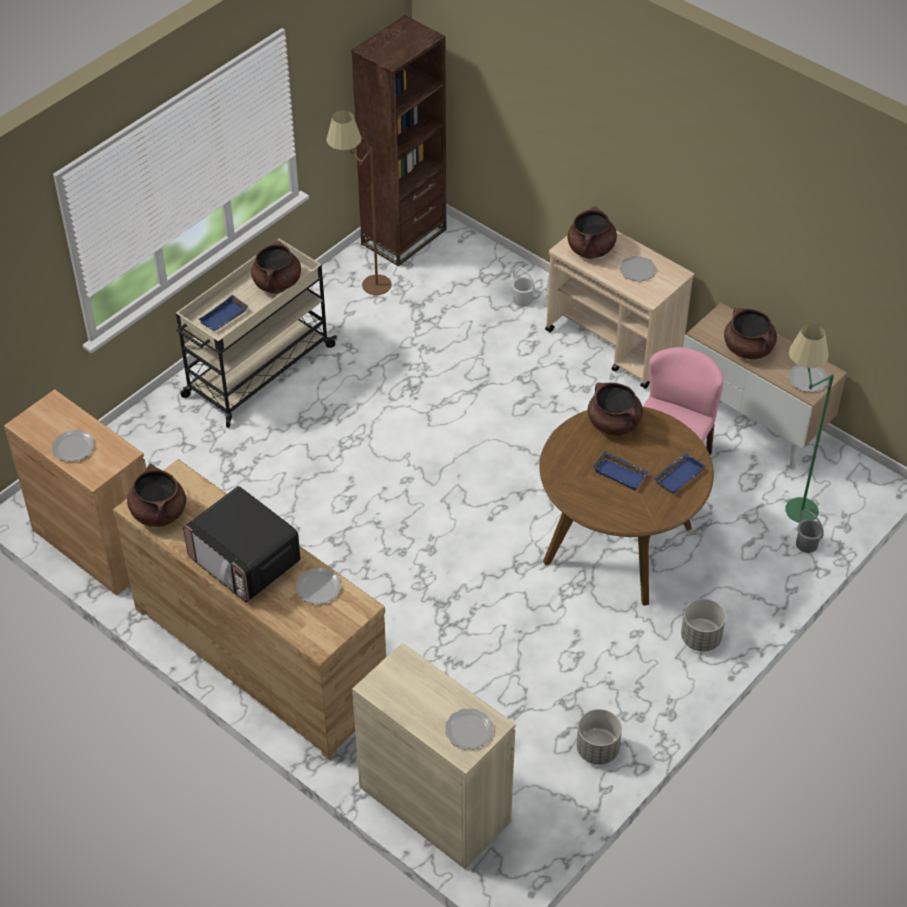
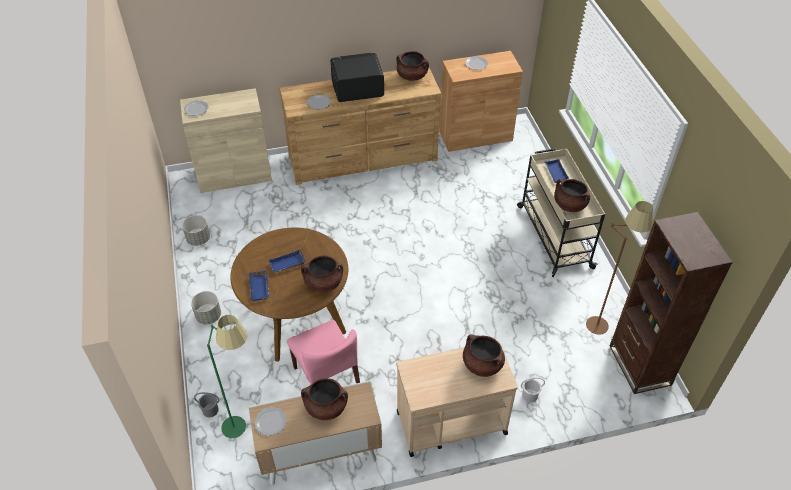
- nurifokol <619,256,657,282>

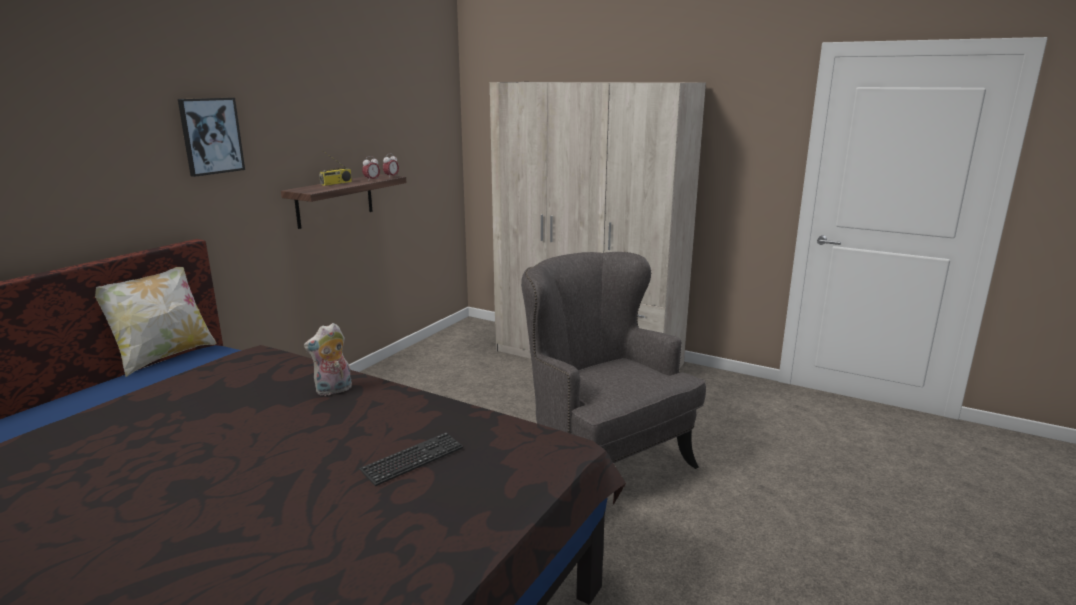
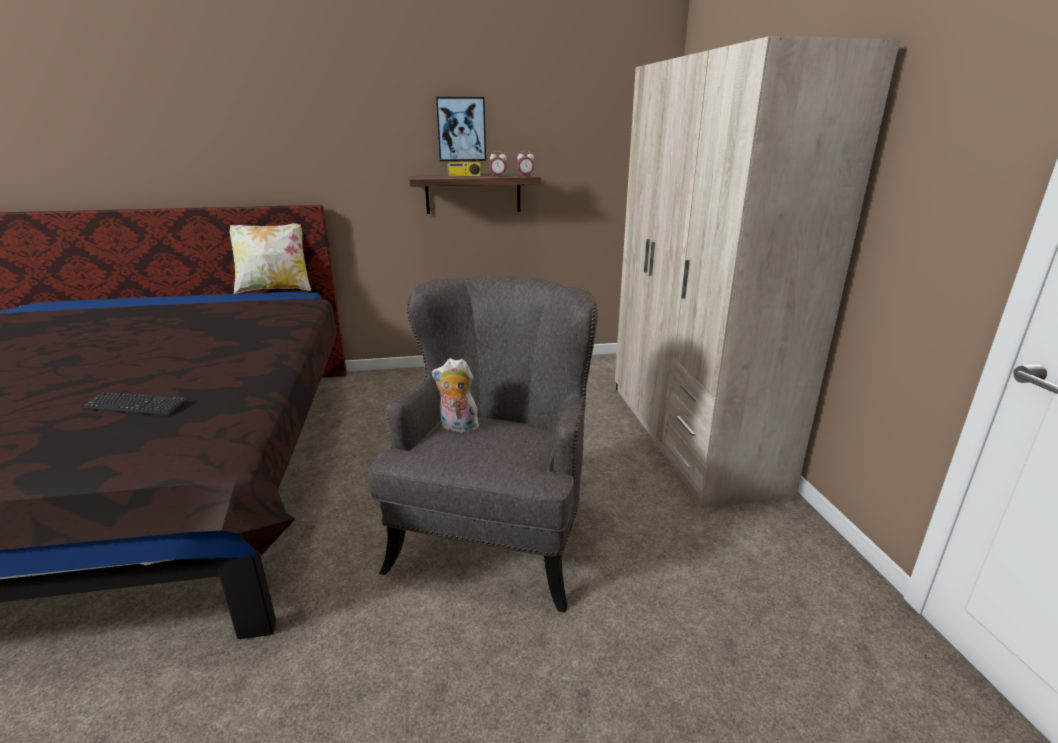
~ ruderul <304,323,352,396> to <432,358,479,432>
~ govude <178,98,245,177> to <436,97,486,161>

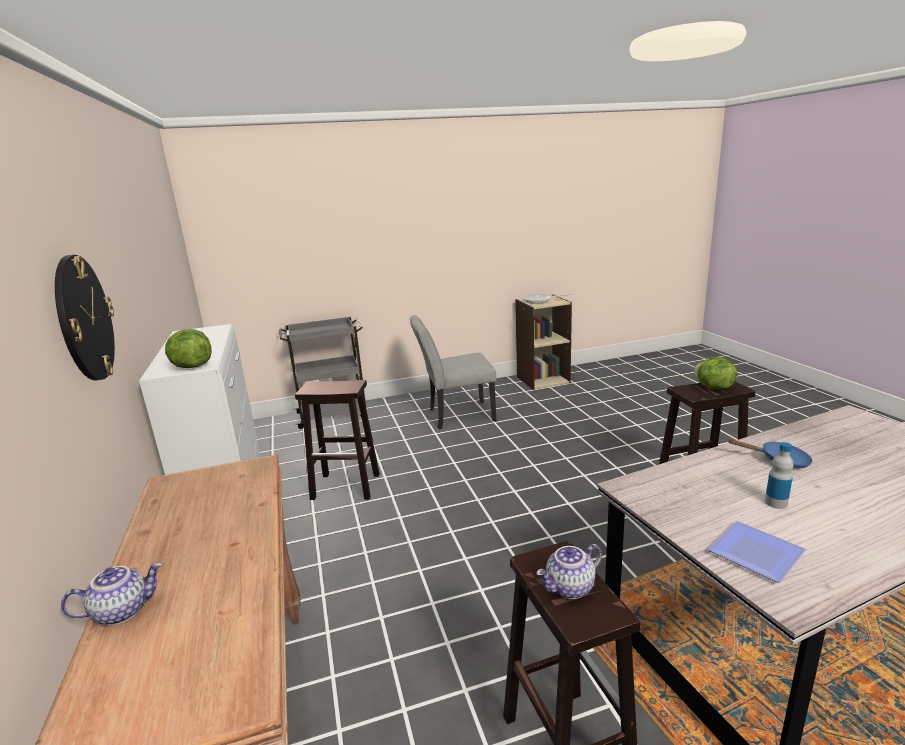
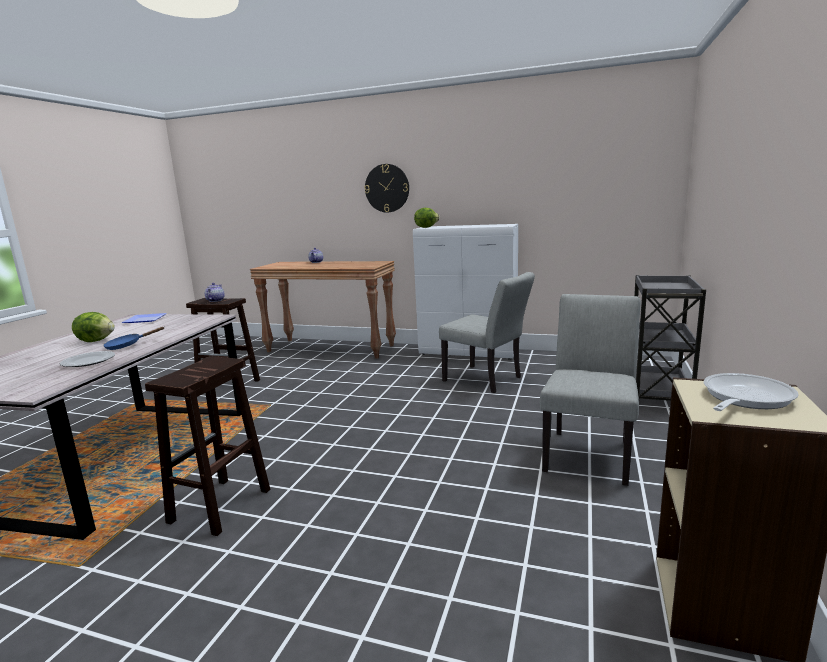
+ nurifokol <60,351,115,367>
~ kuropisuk <694,357,737,390> to <72,312,115,342>
~ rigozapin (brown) <295,380,380,500> to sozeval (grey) <439,272,535,393>
- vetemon <765,442,794,509>

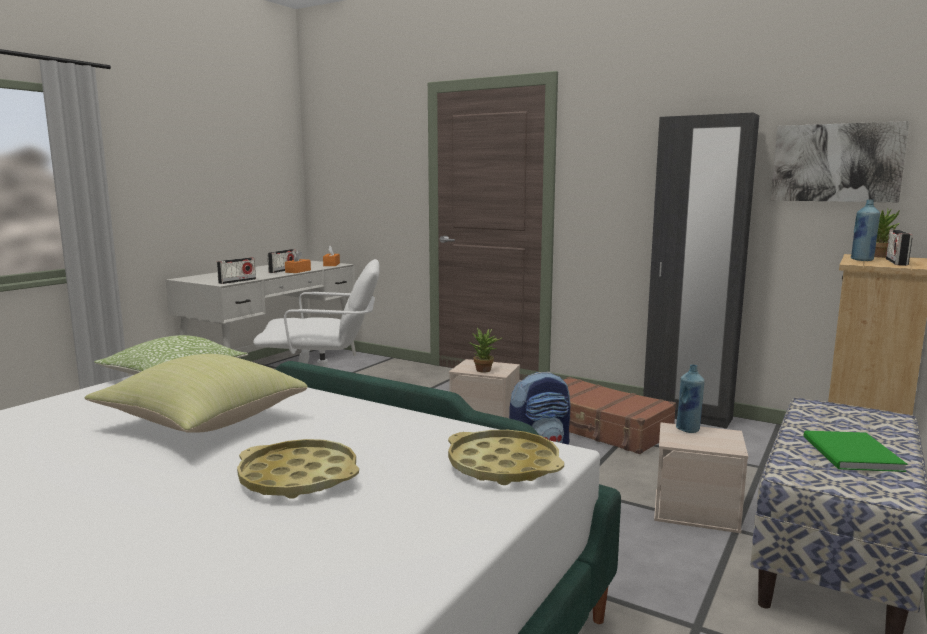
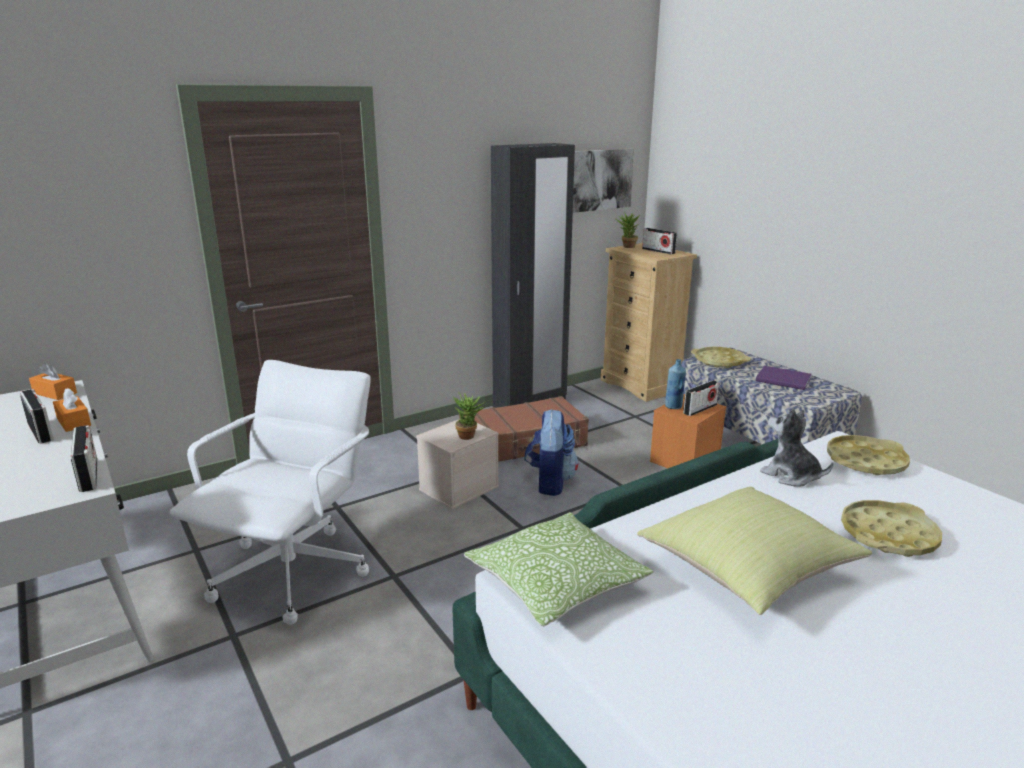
~ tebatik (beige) <654,422,748,533> to tebatik (orange) <650,394,726,468>
+ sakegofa <683,380,719,416>
+ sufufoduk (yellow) <691,347,751,368>
~ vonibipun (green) <804,431,907,472> to vonibipun (purple) <756,366,812,390>
+ ruderul <760,408,833,487>
- vetemon (blue) <851,200,880,261>

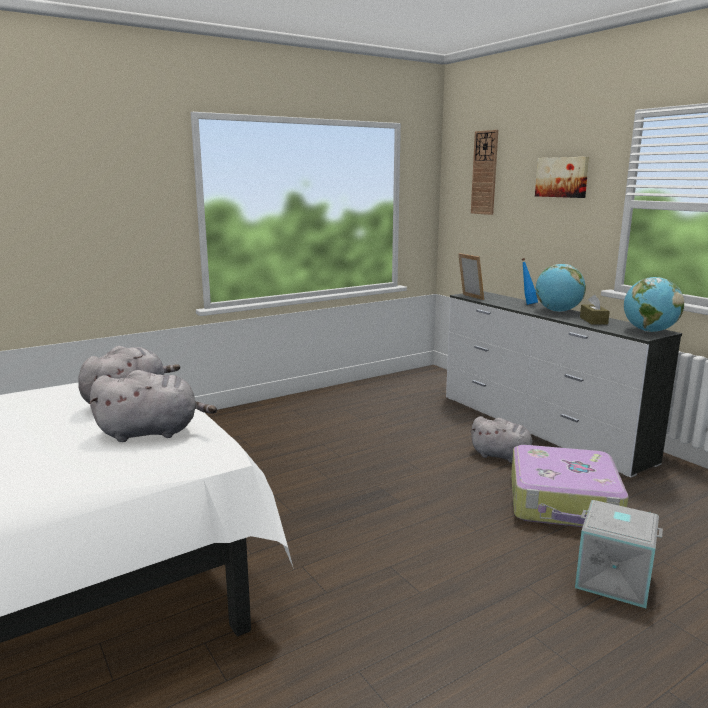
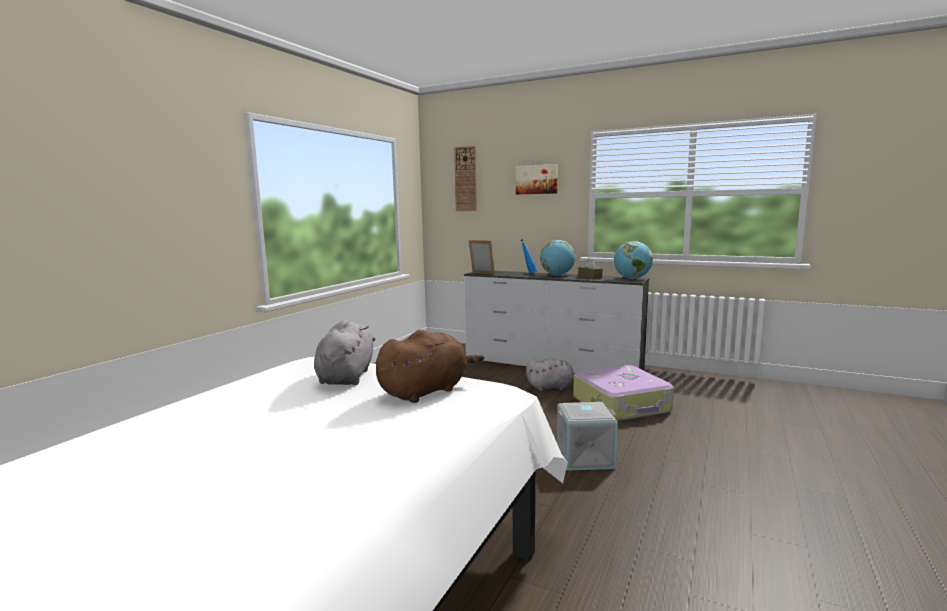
~ ruderul (grey) <89,370,217,442> to ruderul (brown) <376,330,484,403>
~ tebatik (grey) <575,500,663,608> to <557,402,618,471>

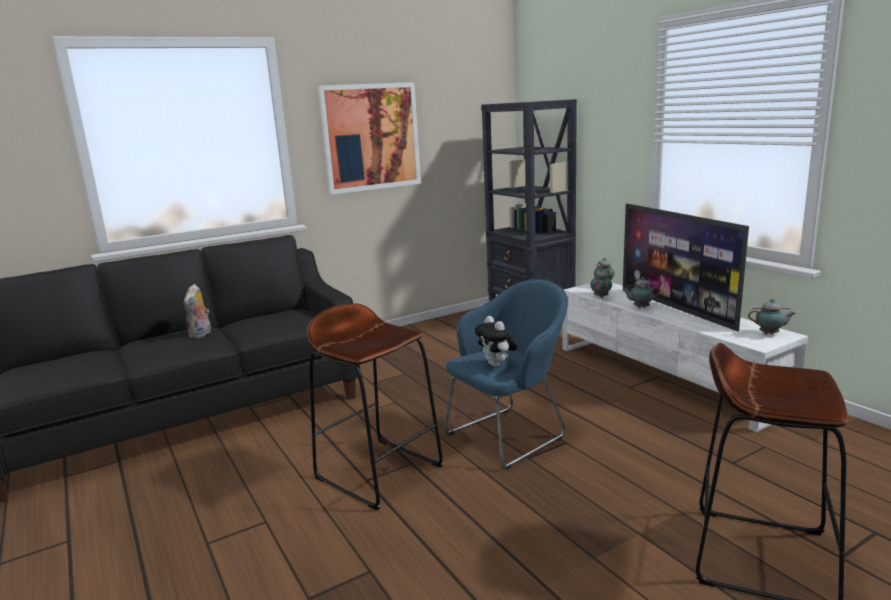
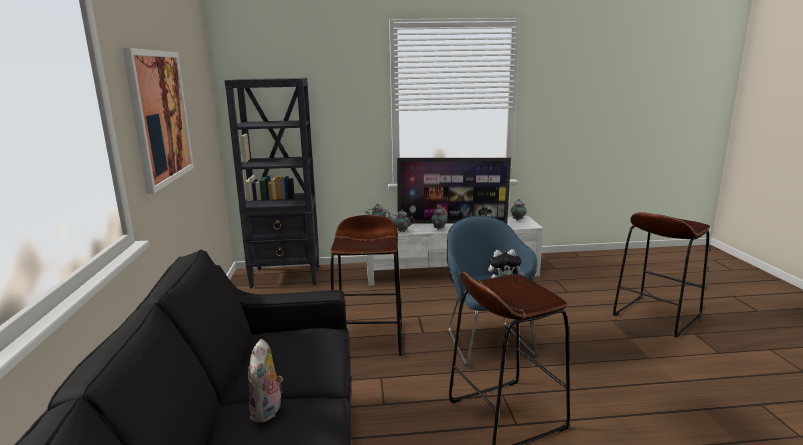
~ ruderul <184,284,211,338> = <248,339,283,423> 60 degrees clockwise
+ rigozapin (brown) <330,215,402,356>

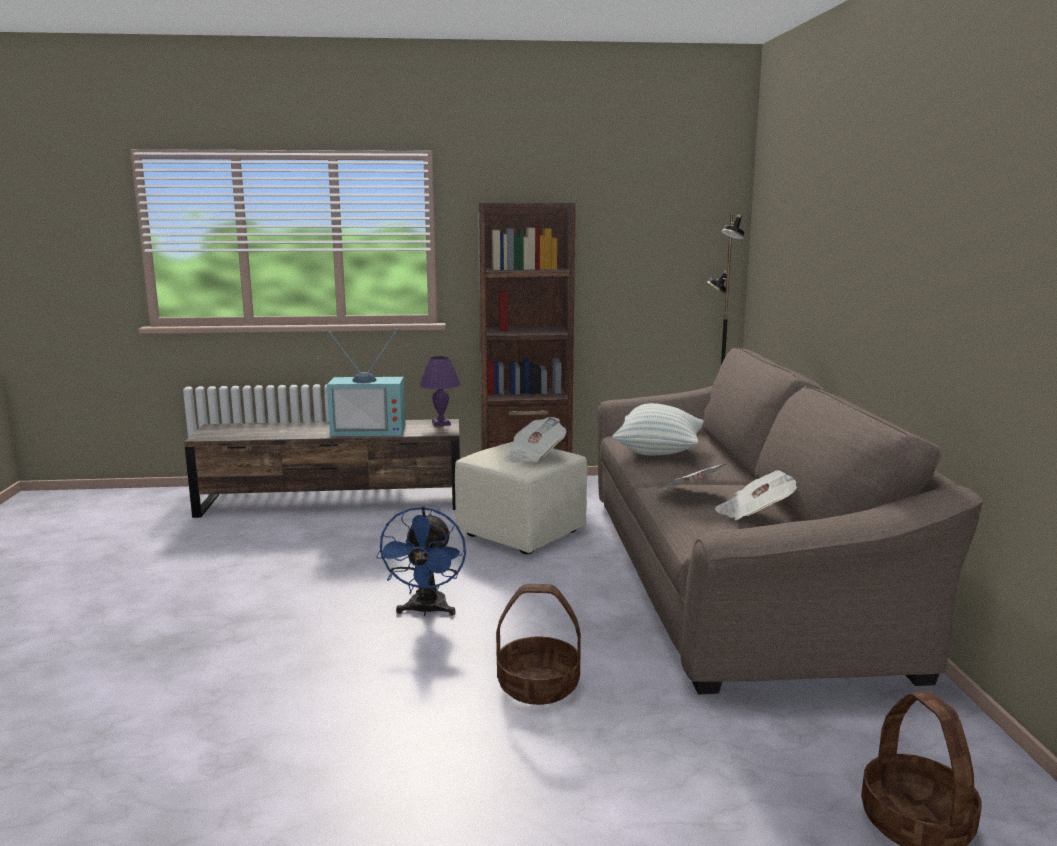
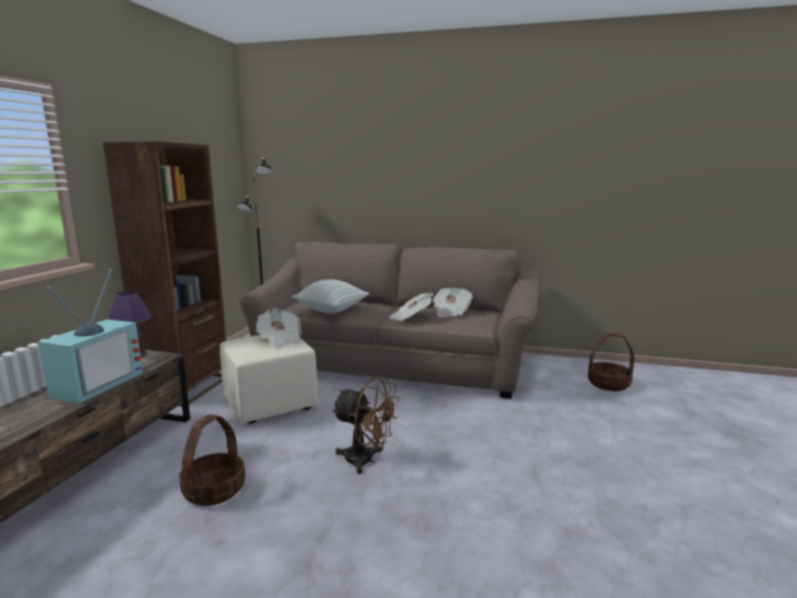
~ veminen <496,584,581,705> to <179,414,245,506>
~ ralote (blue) <376,507,466,616> to ralote (brown) <332,377,400,474>

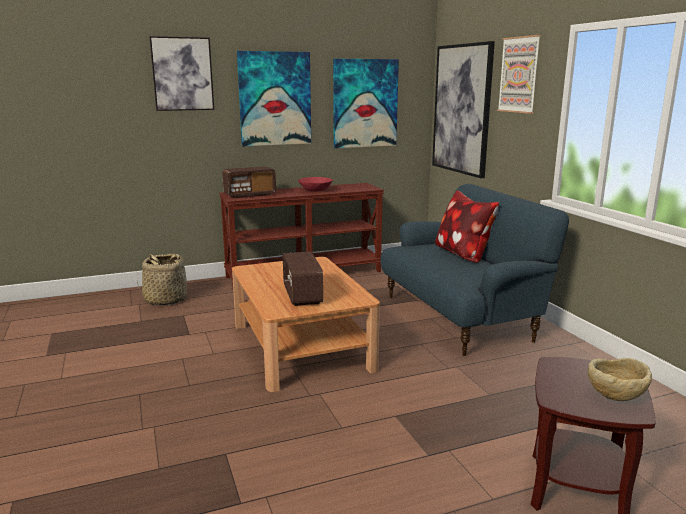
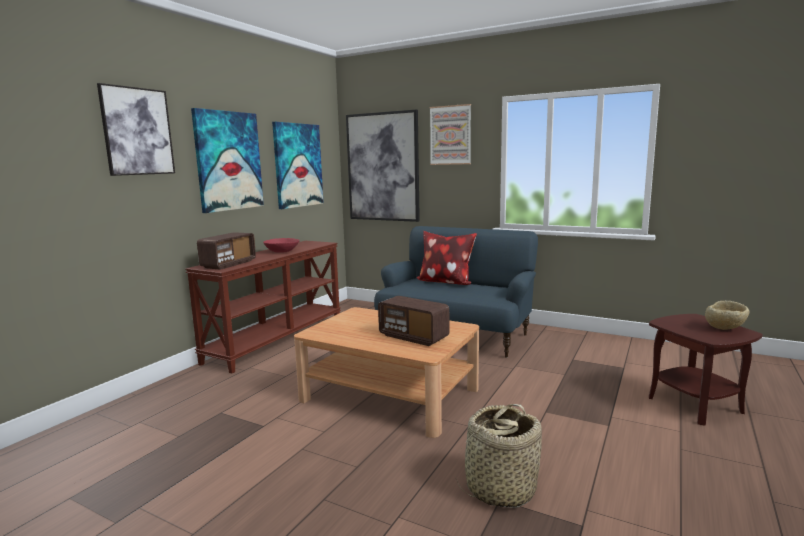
~ veminen <137,254,190,306> to <455,404,542,508>

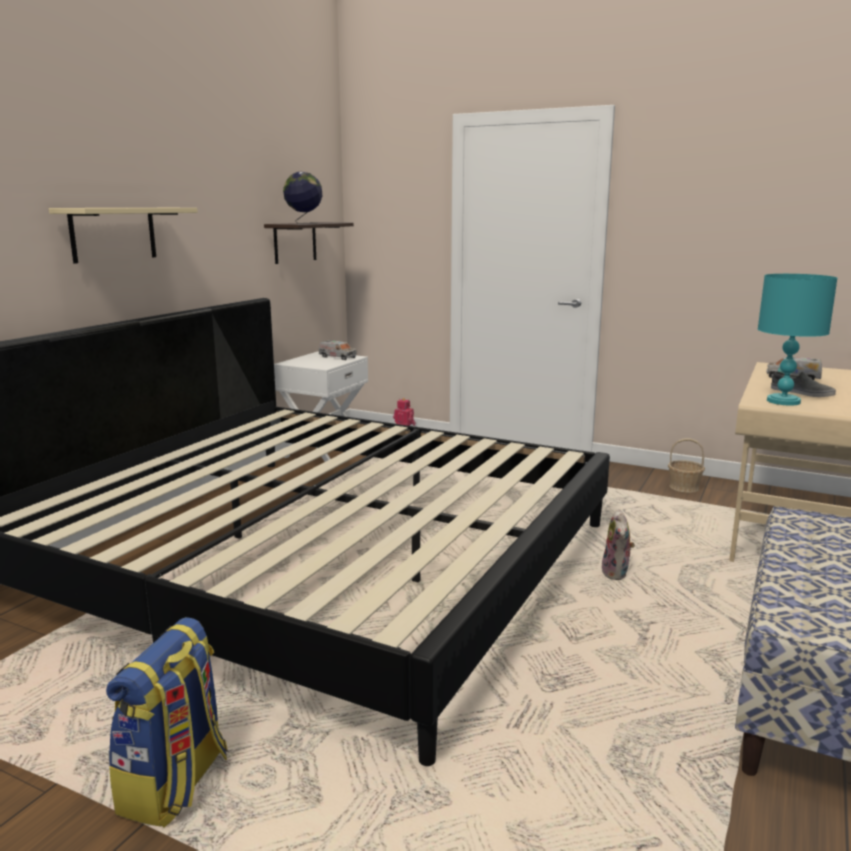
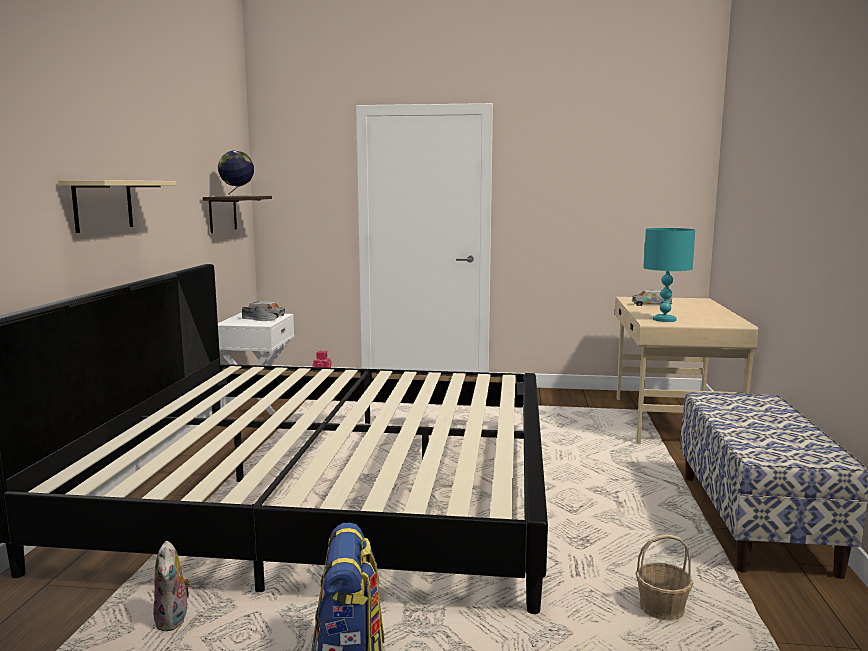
~ ruderul <602,509,635,580> to <153,541,191,631>
~ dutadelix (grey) <771,371,836,397> to <242,305,277,321>
~ veminen <668,438,705,493> to <636,534,693,621>

